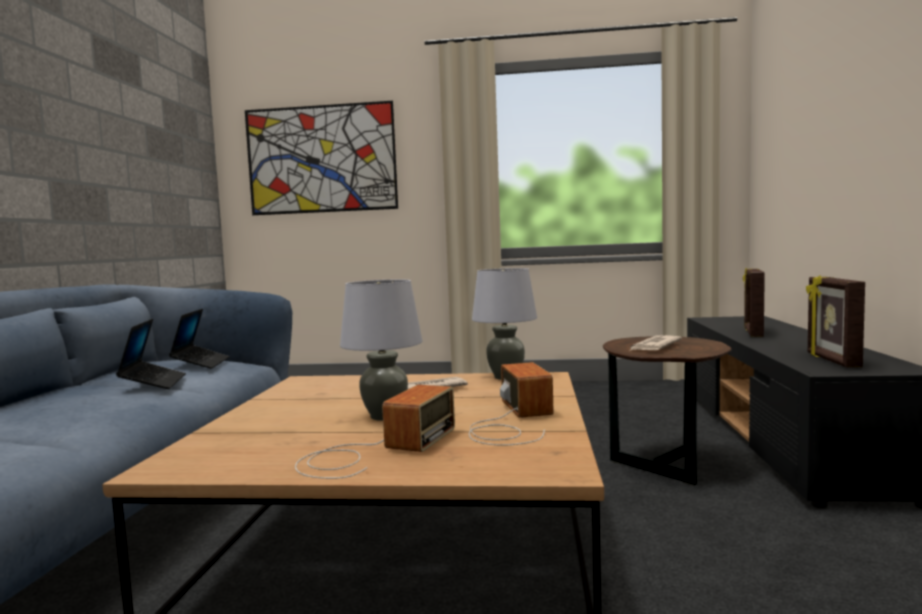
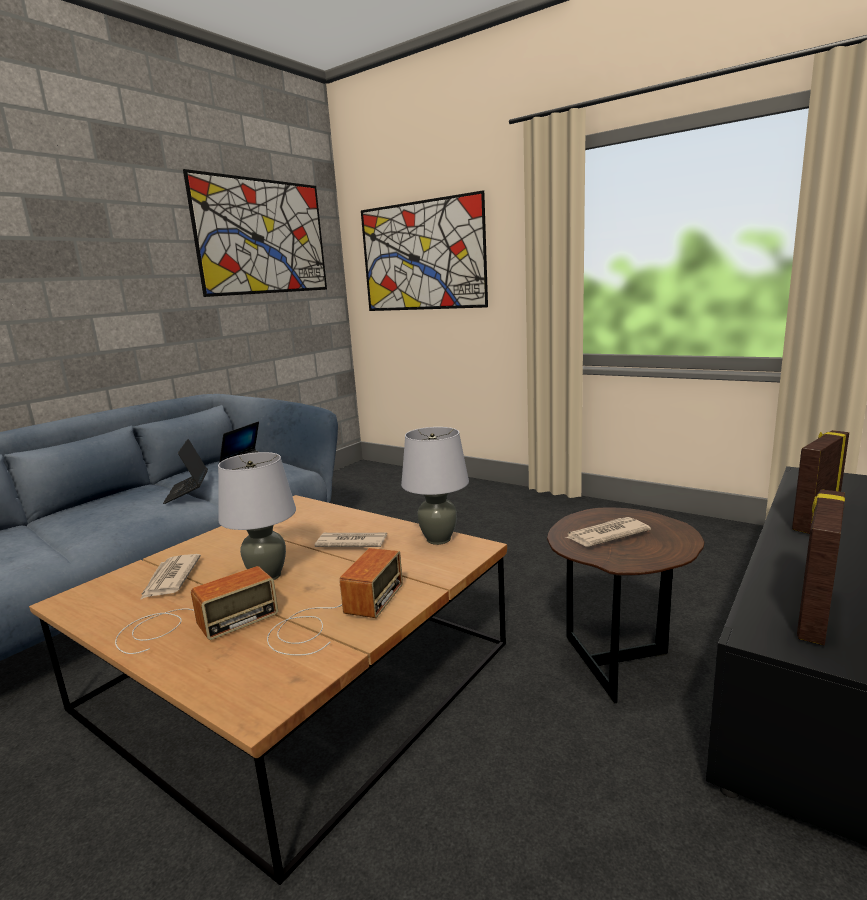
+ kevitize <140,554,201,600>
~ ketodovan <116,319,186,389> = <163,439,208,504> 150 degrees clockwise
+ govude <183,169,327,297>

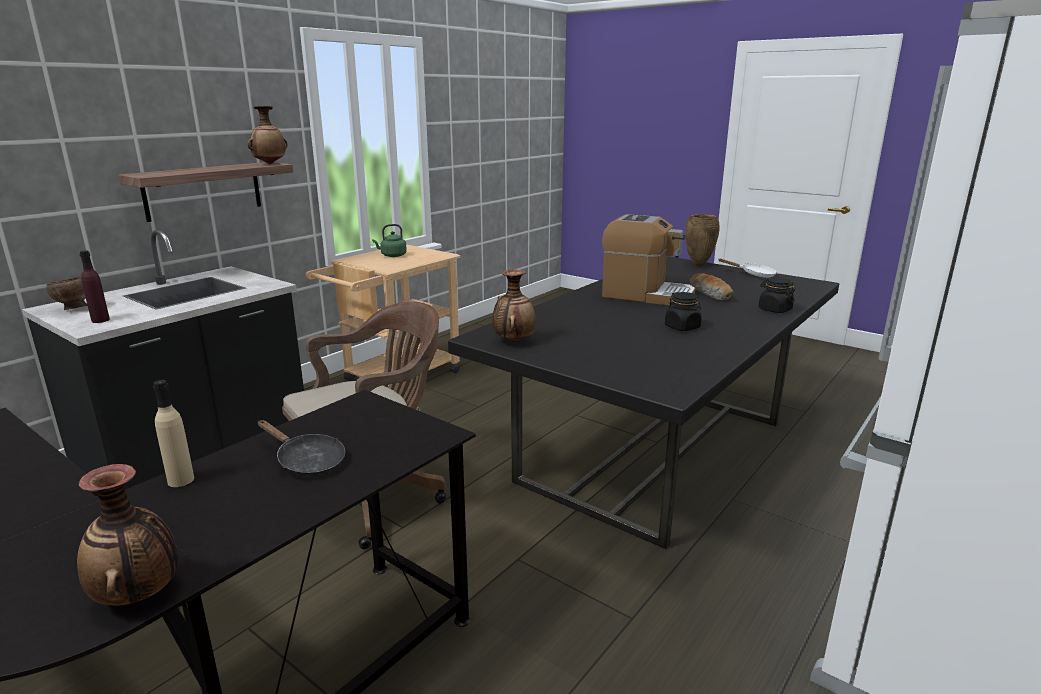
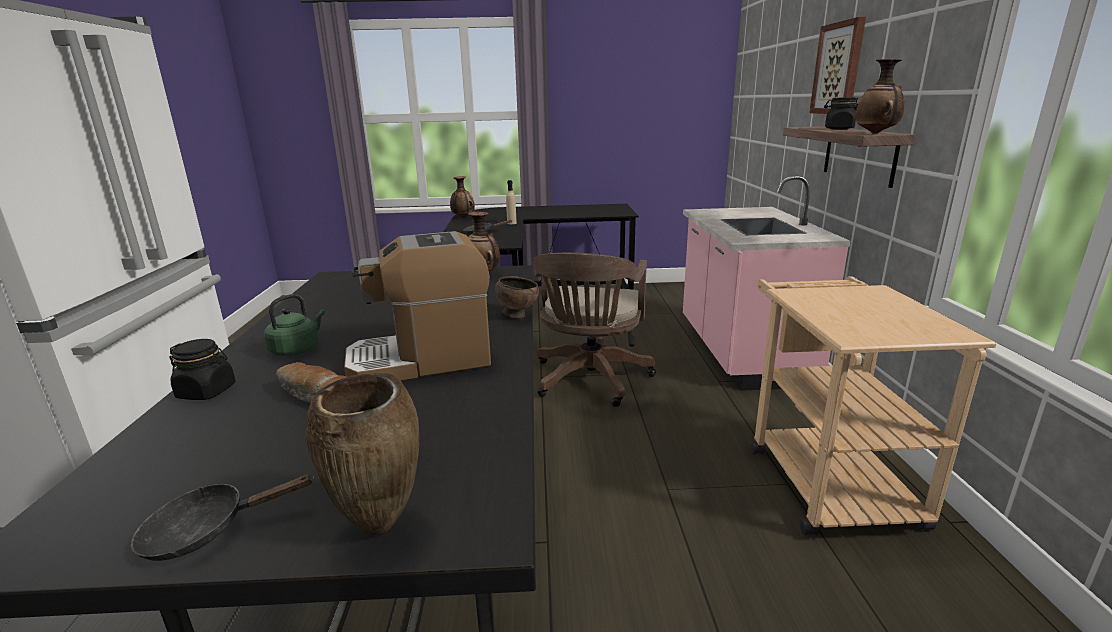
~ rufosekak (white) <719,258,777,278> to rufosekak (black) <131,474,314,561>
~ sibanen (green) <372,224,407,257> to <264,294,325,356>
~ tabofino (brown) <46,277,88,310> to <495,276,539,318>
~ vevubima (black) <22,230,304,490> to vevubima (pink) <683,175,850,391>
+ govude <809,17,866,114>
~ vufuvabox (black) <665,292,702,331> to <824,97,860,130>
- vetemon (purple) <80,251,110,323>

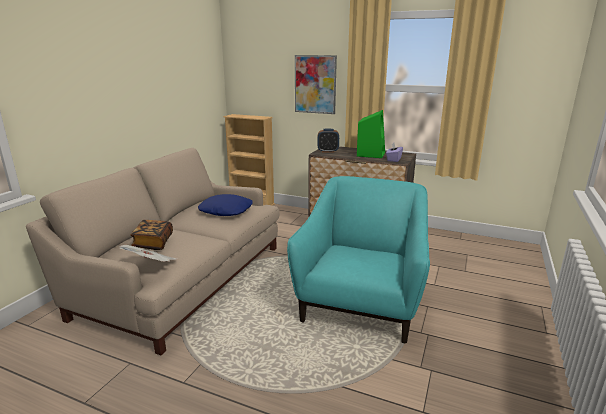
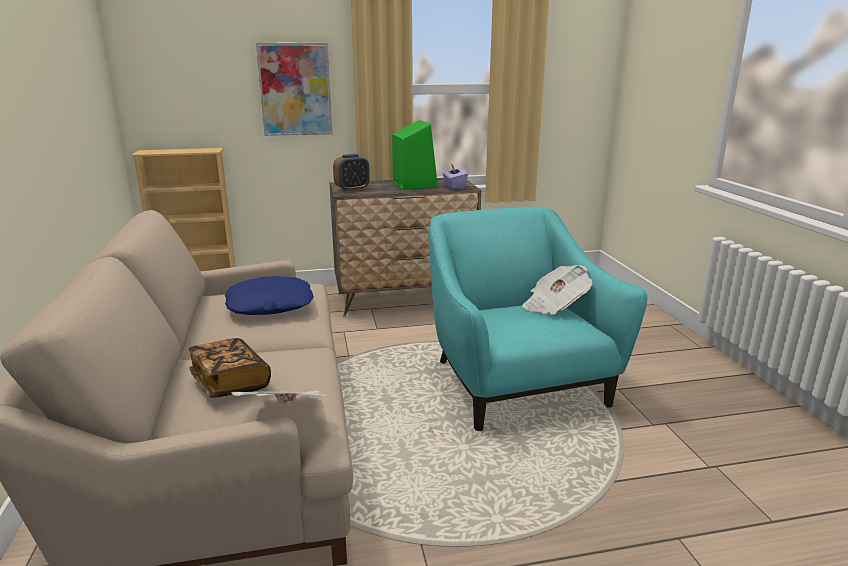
+ kevitize <522,265,592,315>

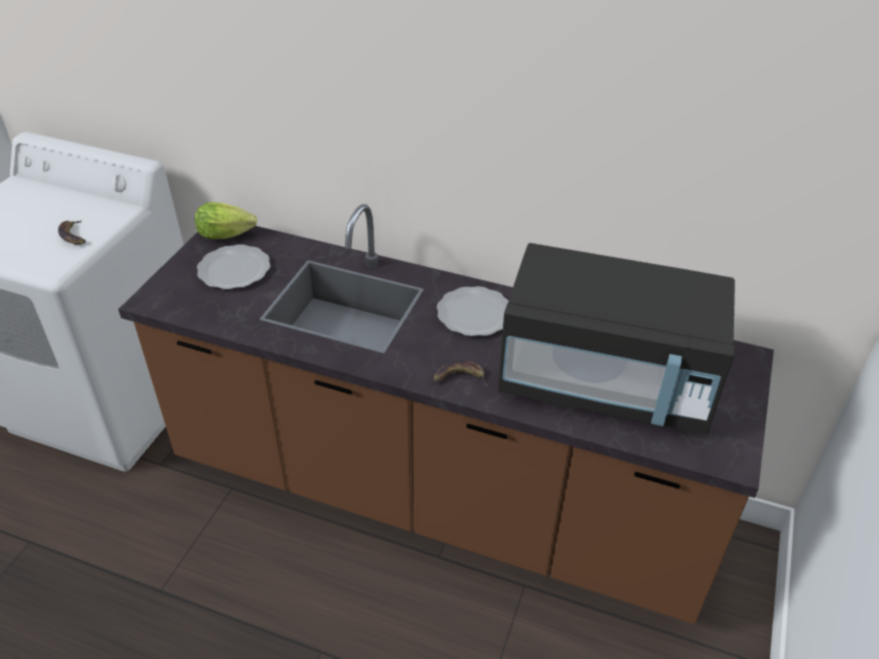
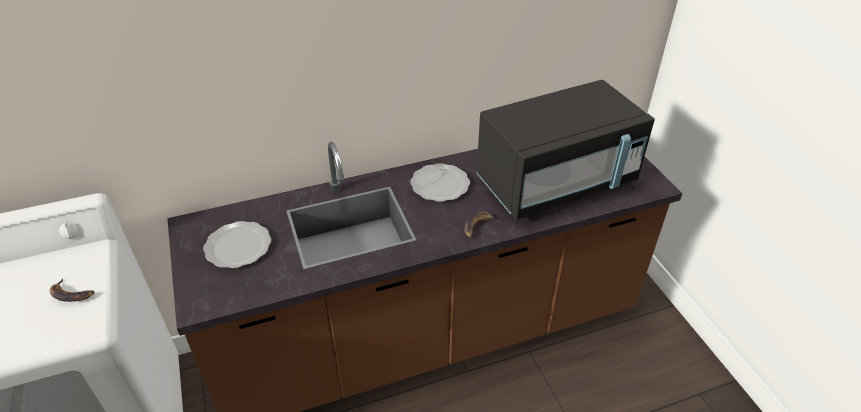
- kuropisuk <195,202,257,239>

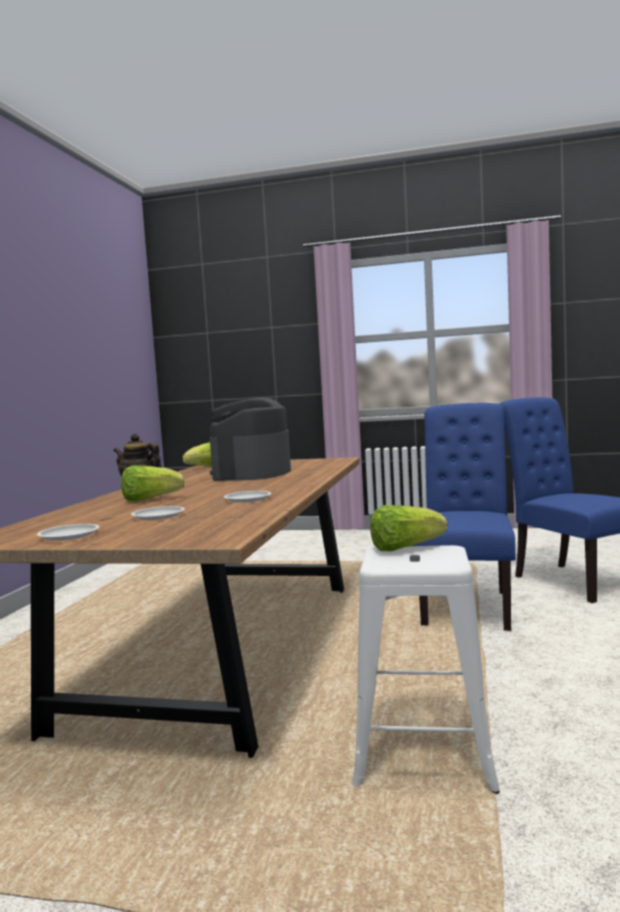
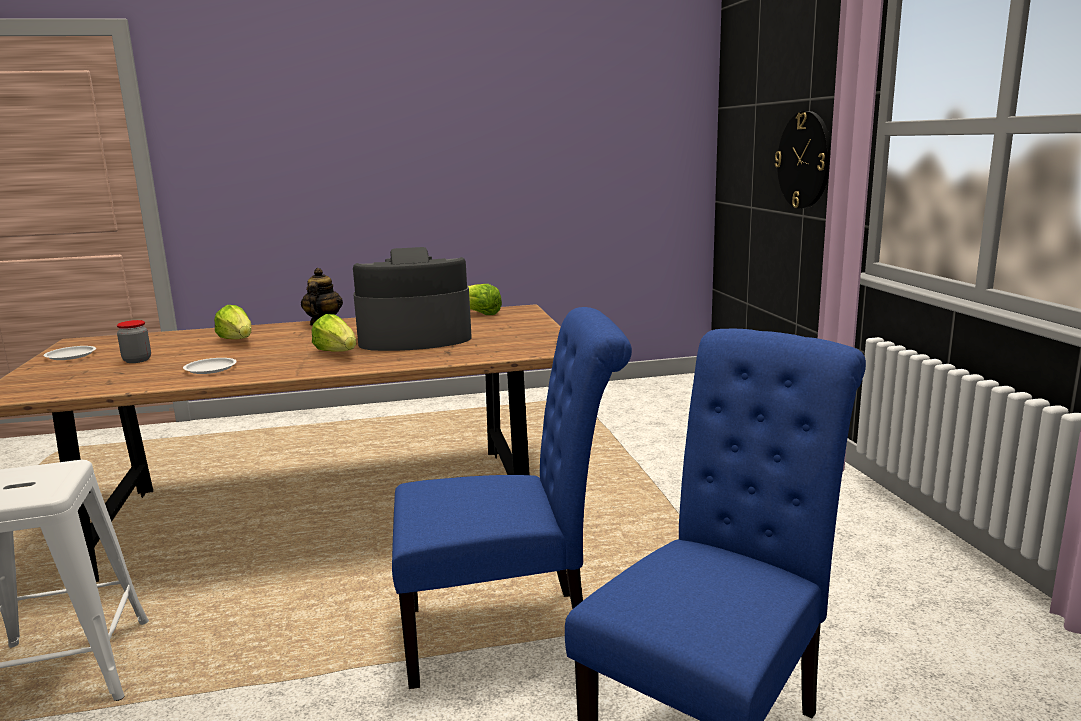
~ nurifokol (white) <131,506,185,520> to vufuvabox <117,320,151,363>
~ kuropisuk <370,505,448,551> to <312,314,356,352>
+ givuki <775,111,831,209>

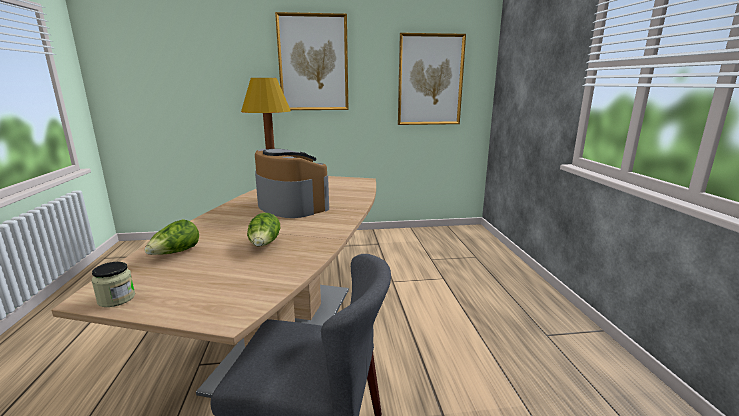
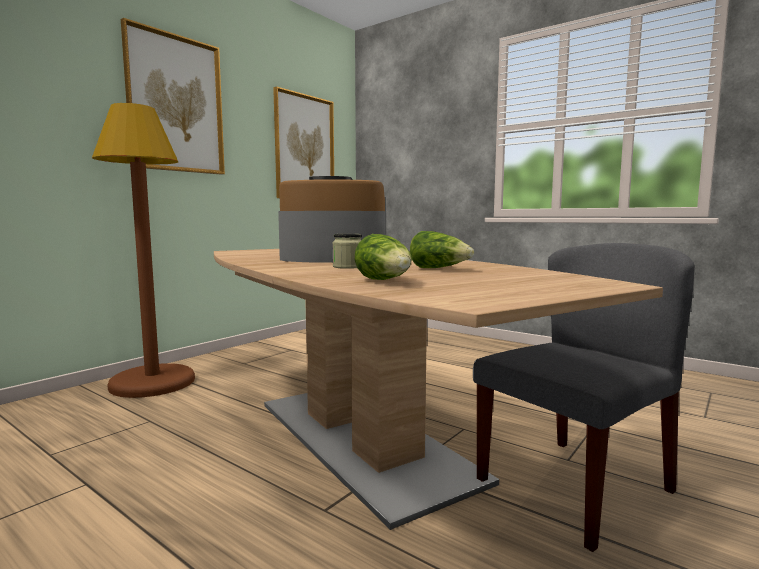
~ vufuvabox <91,262,135,307> to <332,234,362,269>

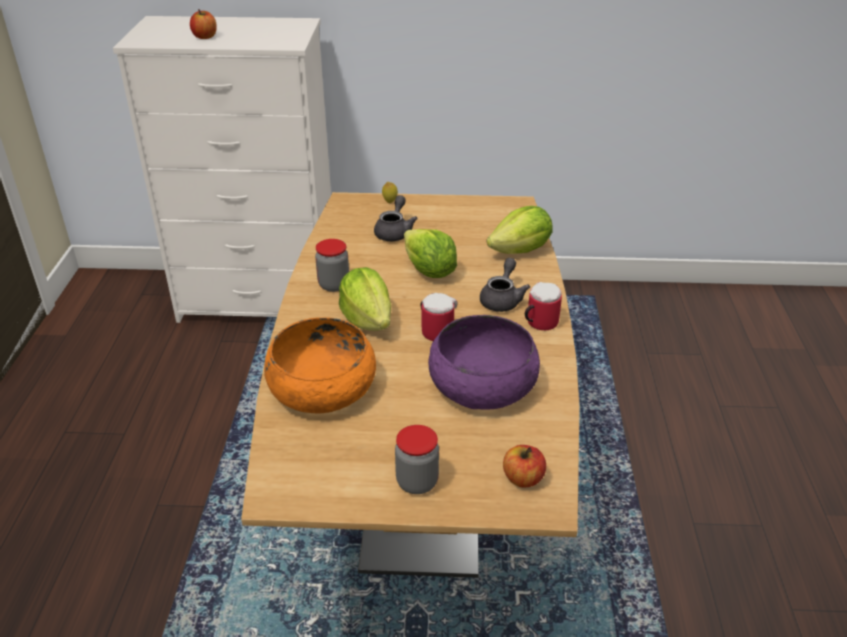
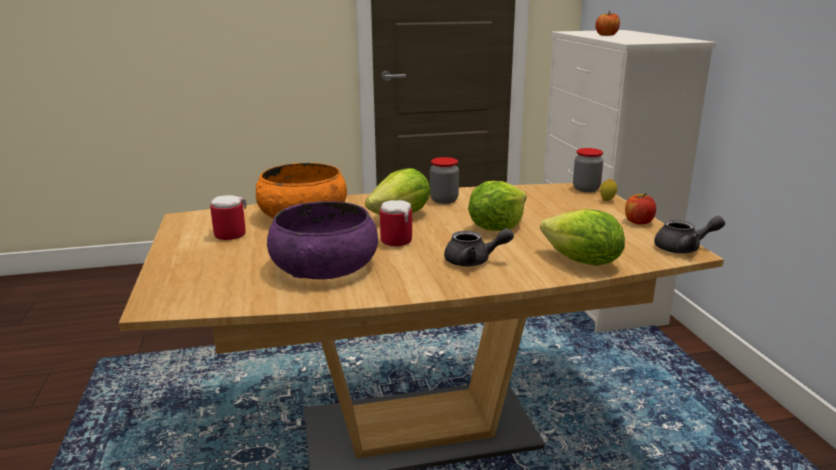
~ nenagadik <525,282,562,330> to <210,195,246,240>
~ vufuvabox <395,425,439,494> to <573,148,603,192>
~ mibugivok <503,445,546,487> to <625,193,656,224>
~ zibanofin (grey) <374,195,418,241> to <654,216,725,254>

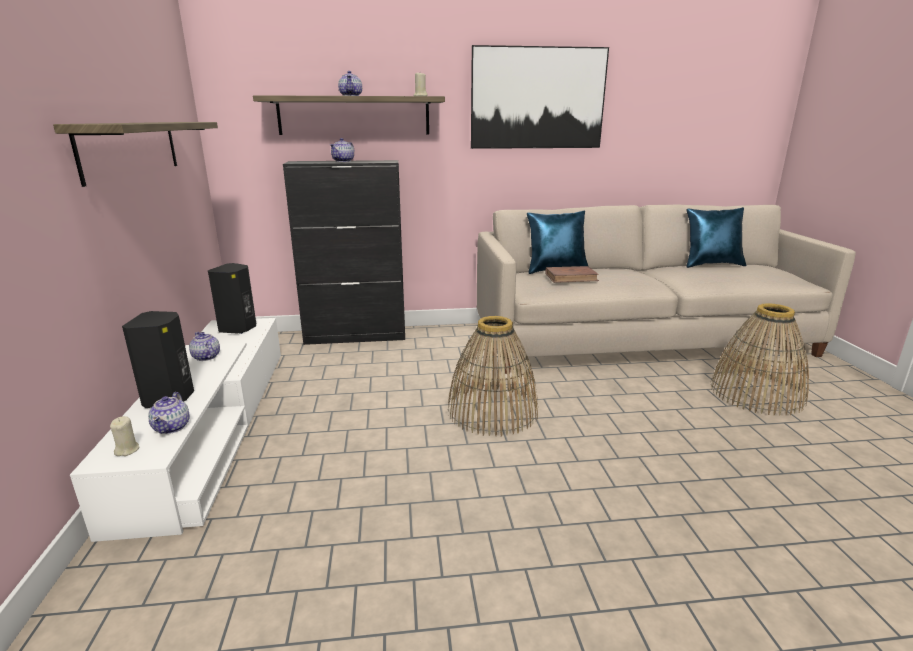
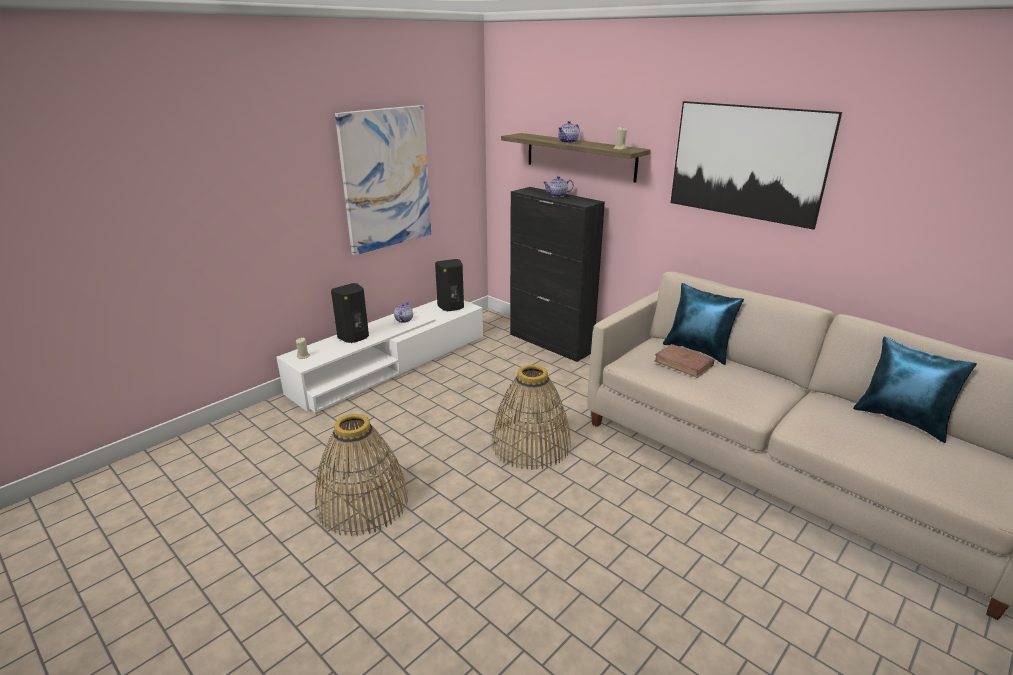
~ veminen <710,303,809,416> to <315,414,408,536>
~ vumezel <53,122,218,187> to govude <335,105,431,255>
- zibanofin <148,392,190,434>

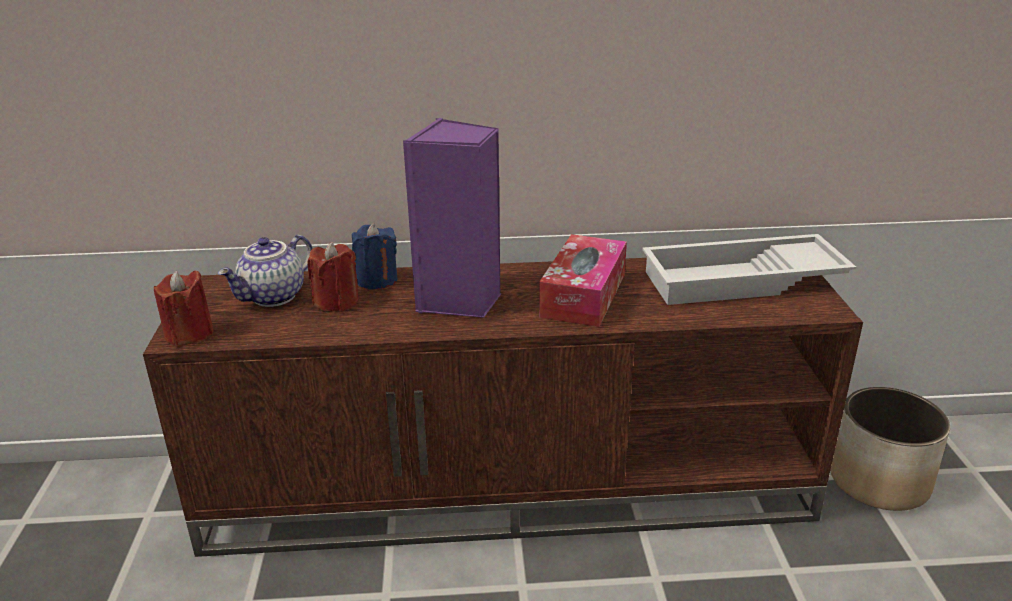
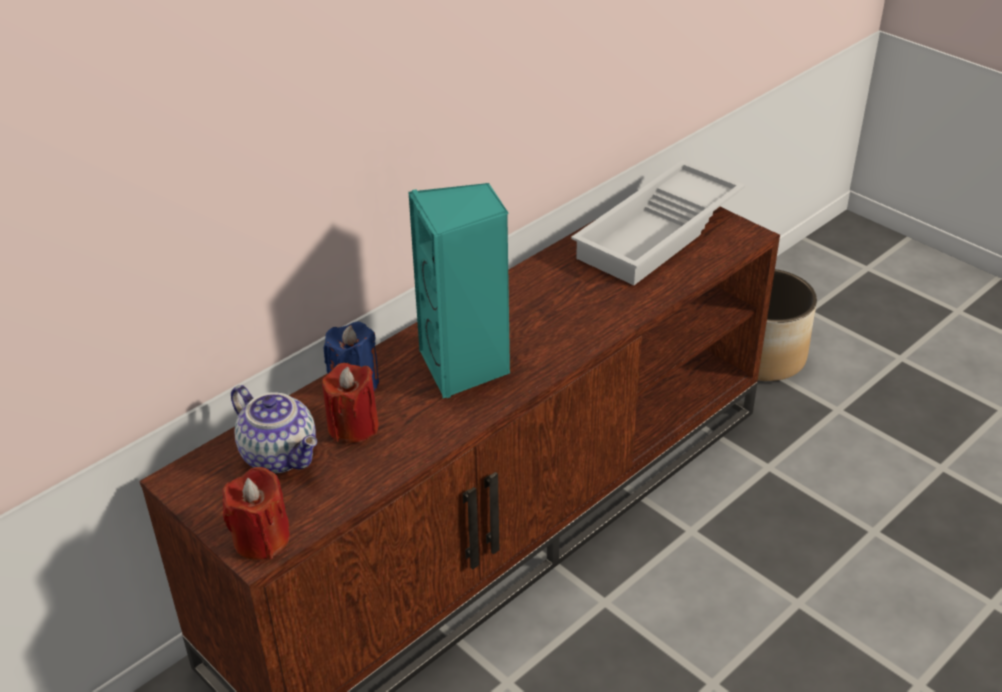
~ zibanofin <218,235,312,307> = <231,385,317,473> 45 degrees counterclockwise
~ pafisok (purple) <403,118,502,318> to pafisok (turquoise) <409,183,510,398>
- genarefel <539,234,627,327>

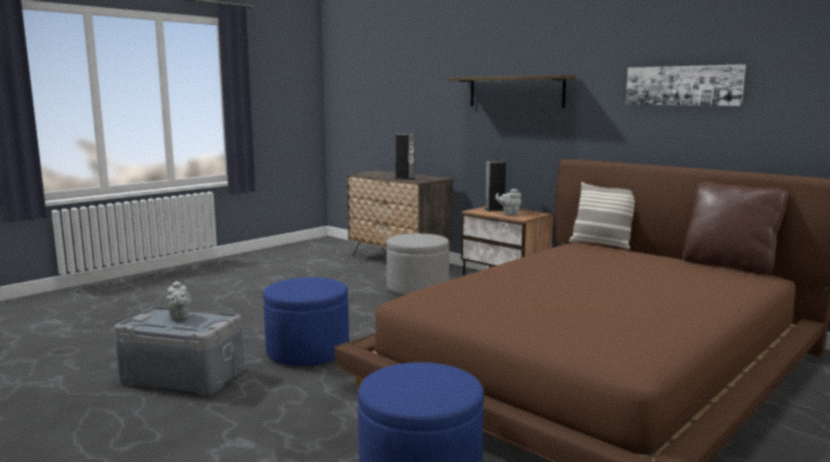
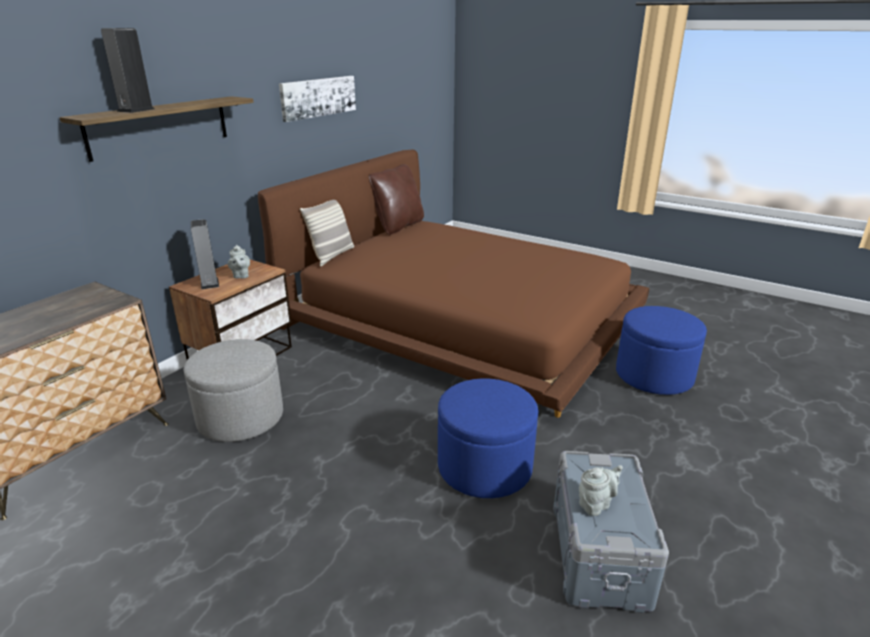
~ pafisok <395,133,415,180> to <101,28,155,113>

